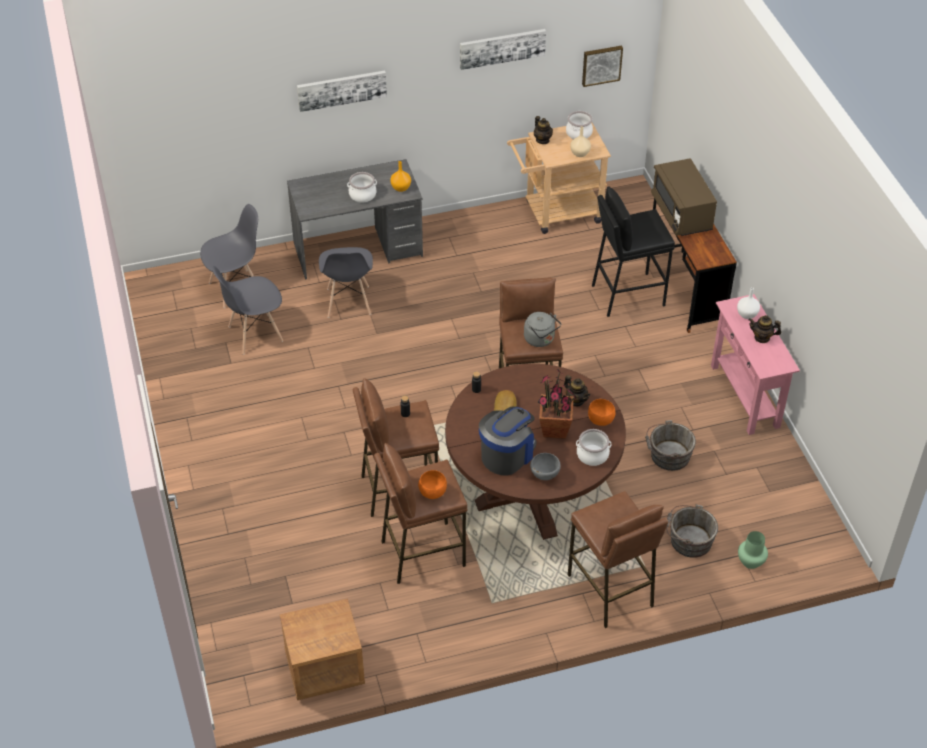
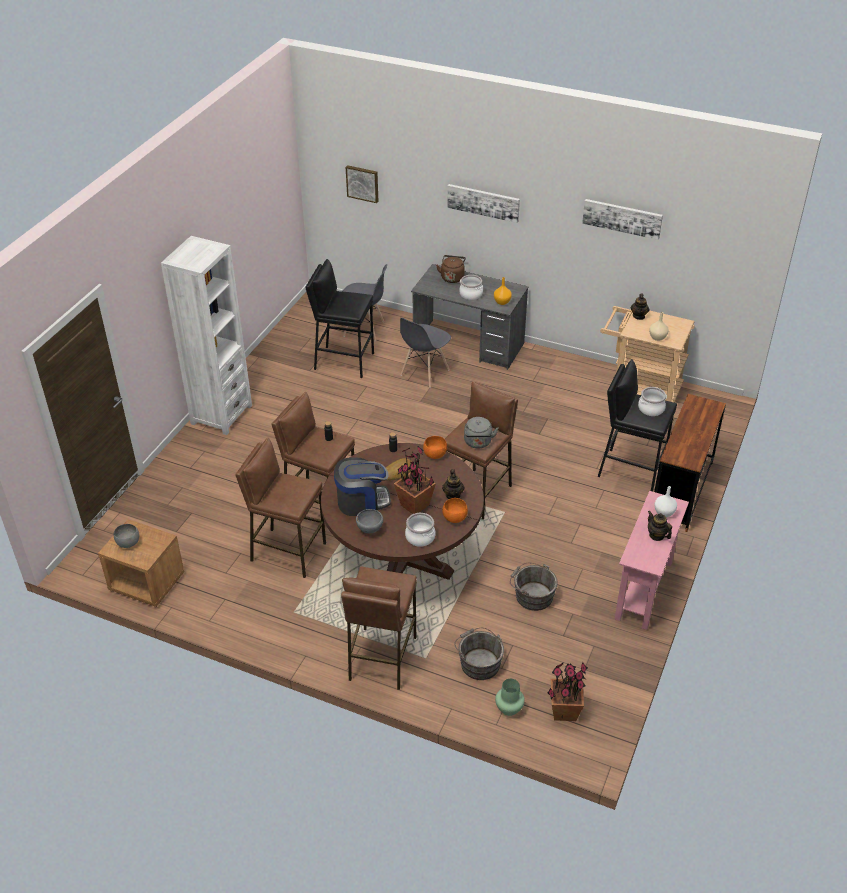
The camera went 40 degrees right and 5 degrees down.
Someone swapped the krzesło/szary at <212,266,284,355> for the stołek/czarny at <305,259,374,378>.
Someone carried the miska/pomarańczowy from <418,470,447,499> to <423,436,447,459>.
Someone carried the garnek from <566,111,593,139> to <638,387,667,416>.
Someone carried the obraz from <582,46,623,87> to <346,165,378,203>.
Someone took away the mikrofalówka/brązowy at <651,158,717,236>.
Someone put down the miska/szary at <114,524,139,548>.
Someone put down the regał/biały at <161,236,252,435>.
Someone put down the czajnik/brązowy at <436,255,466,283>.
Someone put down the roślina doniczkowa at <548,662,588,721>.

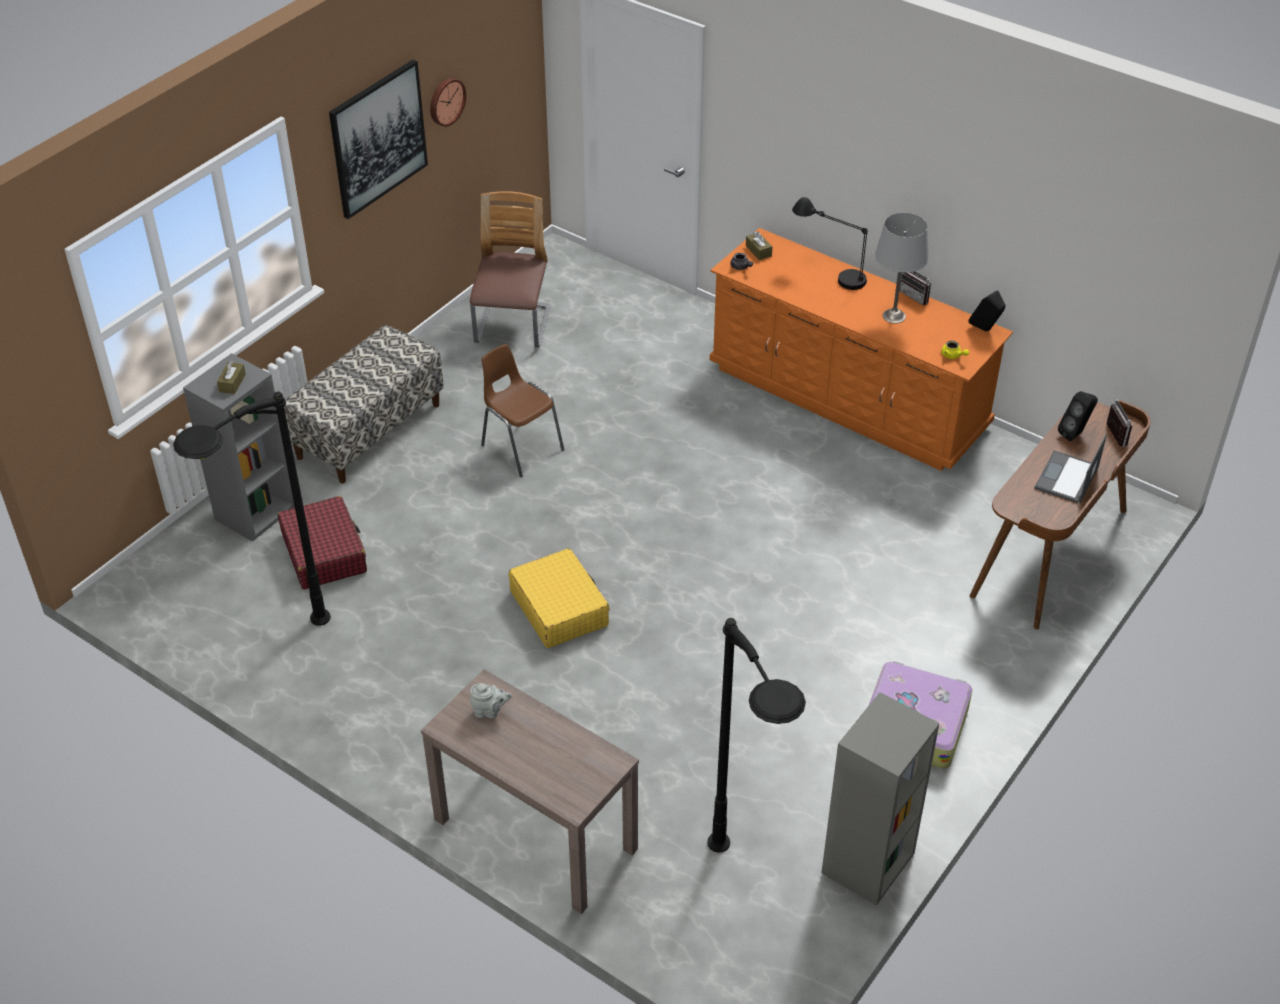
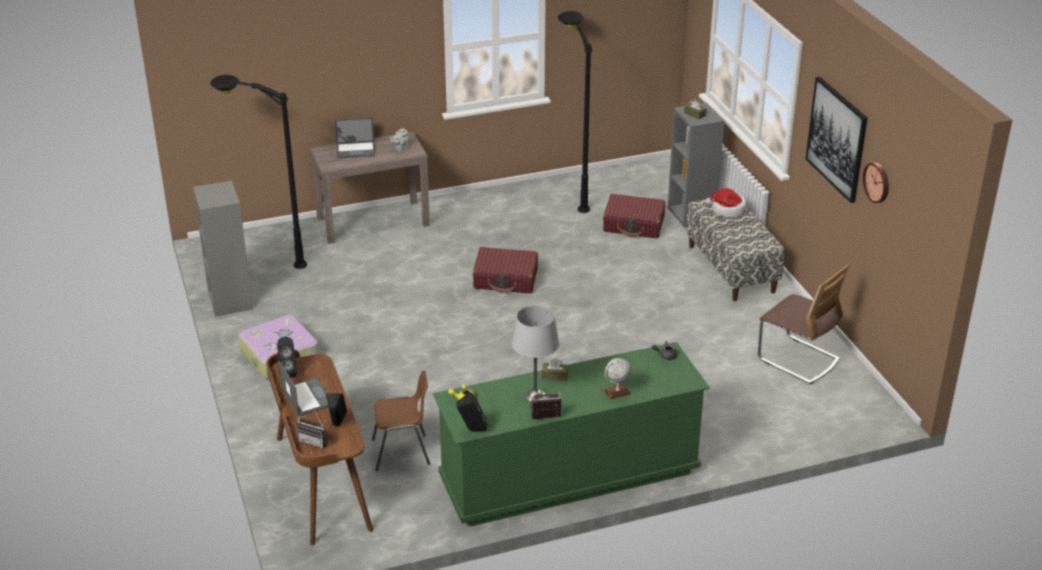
The camera went 125 degrees right and 10 degrees down.
Someone carried the krzesło/brązowy from <481,344,564,477> to <372,370,430,472>.
Someone repainted the walizka/żółty at <509,548,610,648>, which became the walizka/czerwony at <473,247,538,293>.
Someone repainted the komoda/pomarańczowy at <710,228,1013,471>, which became the komoda/zielony at <433,342,710,527>.
Someone carried the pudełko chusteczek/brązowy from <746,232,772,260> to <541,358,568,381>.
Someone swapped the lampa stołowa/czarny at <792,197,868,290> for the globus at <604,357,631,400>.
Someone put down the głośnik/czarny at <277,337,297,378>.
Someone put down the laptop at <335,118,375,159>.
Someone put down the kapelusz at <705,188,747,218>.

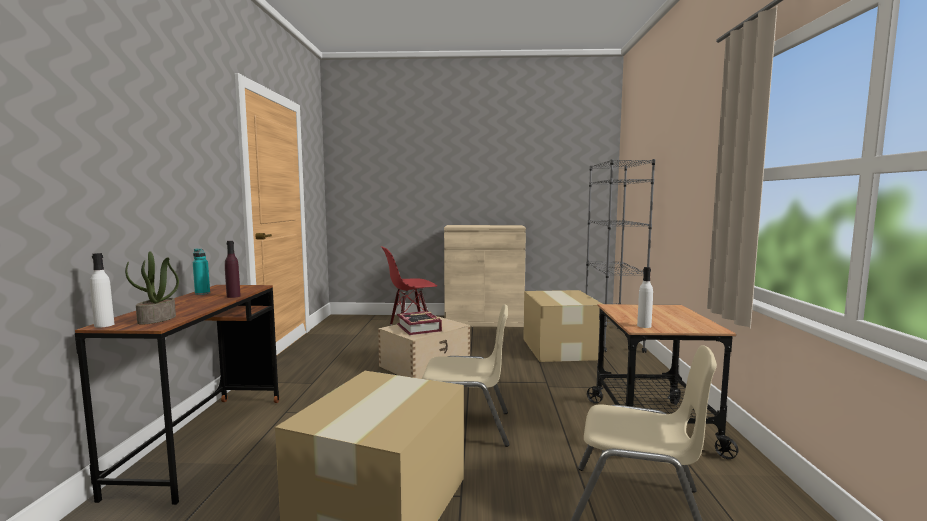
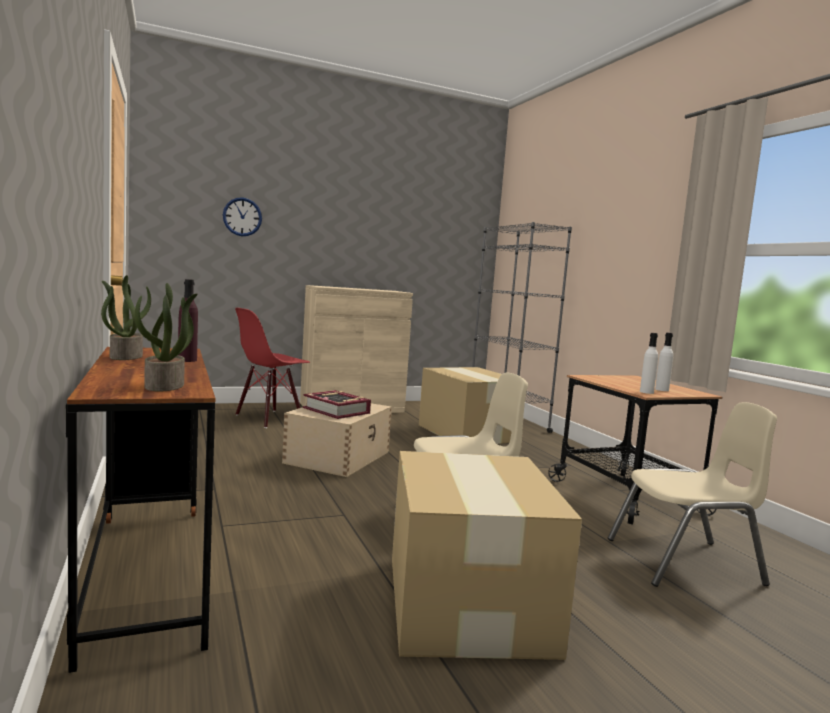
The camera went 25 degrees left and 0 degrees up.
Someone carried the butelka/biały from <90,253,115,328> to <655,332,673,391>.
Someone swapped the butelka/turkusowy at <193,249,210,295> for the roślina doniczkowa at <101,275,151,360>.
Someone put up the zegar ścienny at <223,198,262,236>.

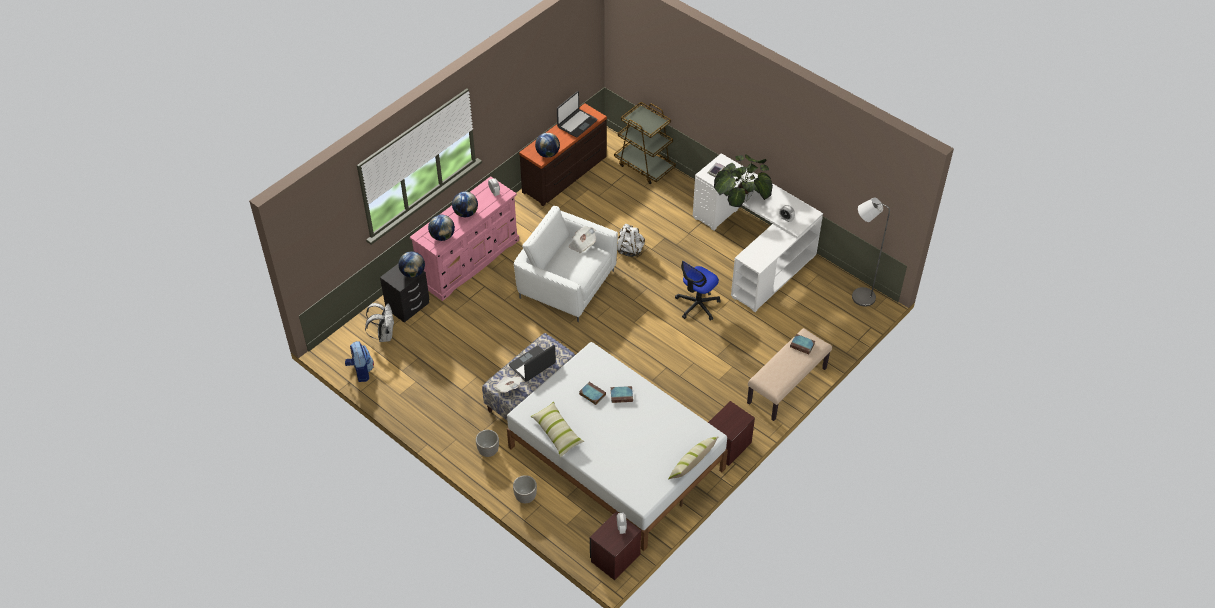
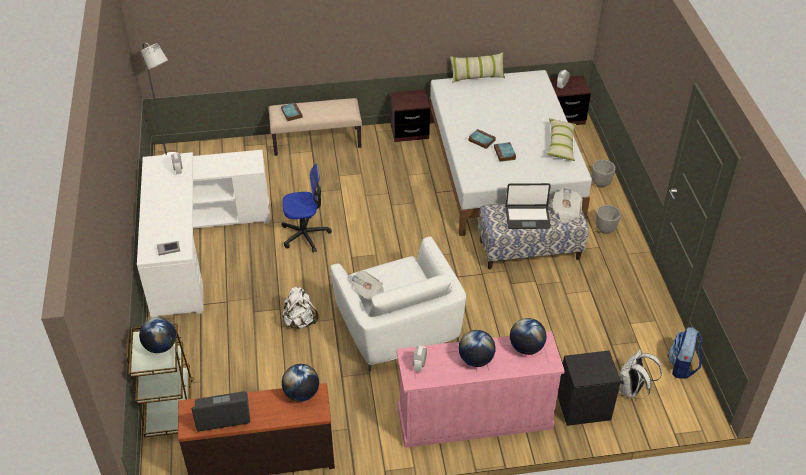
The camera went 140 degrees left and 5 degrees down.
Someone carried the globus from <398,251,425,278> to <139,317,177,353>.
Someone took away the roślina doniczkowa at <714,155,773,207>.

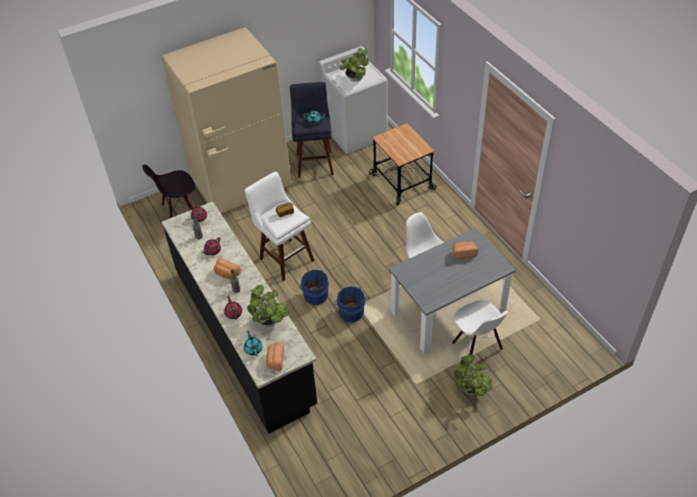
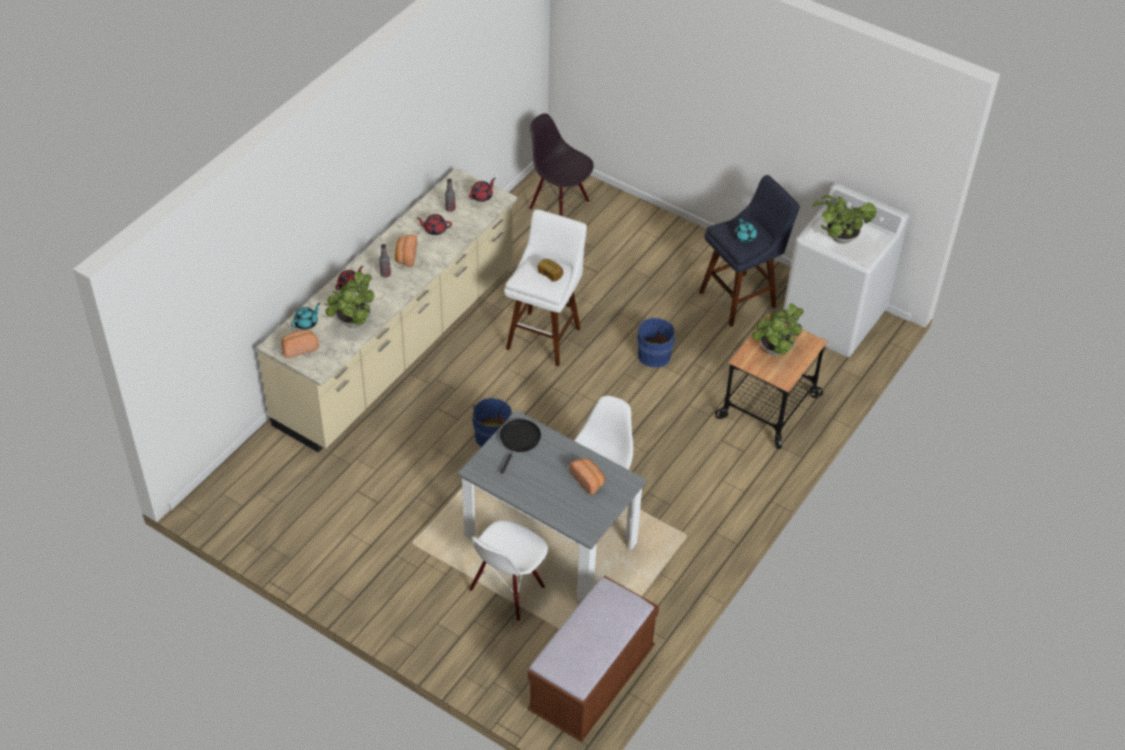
The camera went 60 degrees right and 0 degrees up.
Someone took away the lodówka/beżowy at <161,27,292,213>.
Someone repainted the zabudowa kuchenna/czarny at <162,201,317,434>, which became the zabudowa kuchenna/beżowy at <256,168,517,452>.
Someone carried the wiadro/niebieski from <299,270,329,305> to <637,318,677,367>.
Someone carried the roślina doniczkowa from <454,354,492,396> to <751,303,804,356>.
Someone put down the patelnia/czarny at <500,419,541,474>.
Someone put down the ławka/brązowy at <527,576,659,742>.

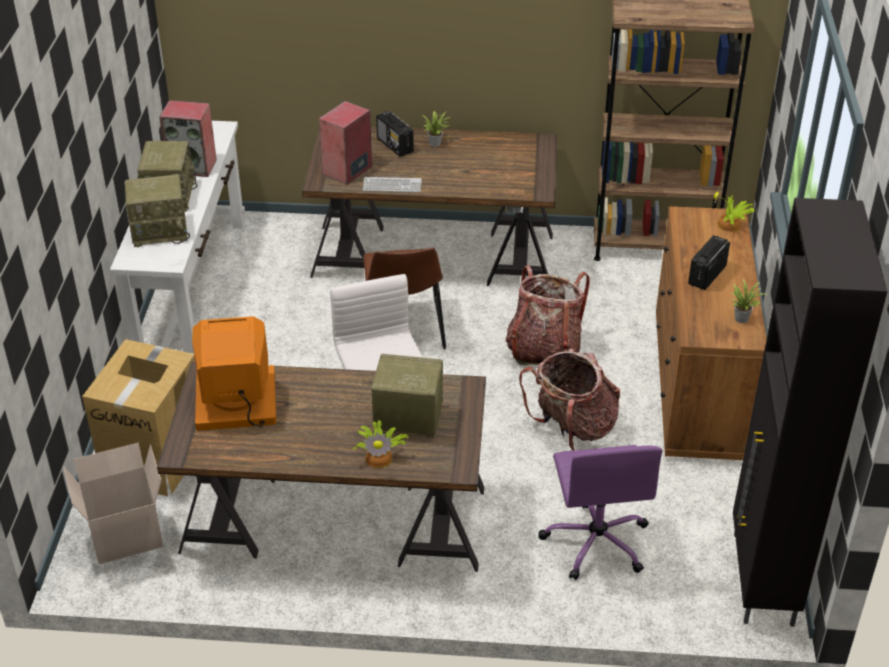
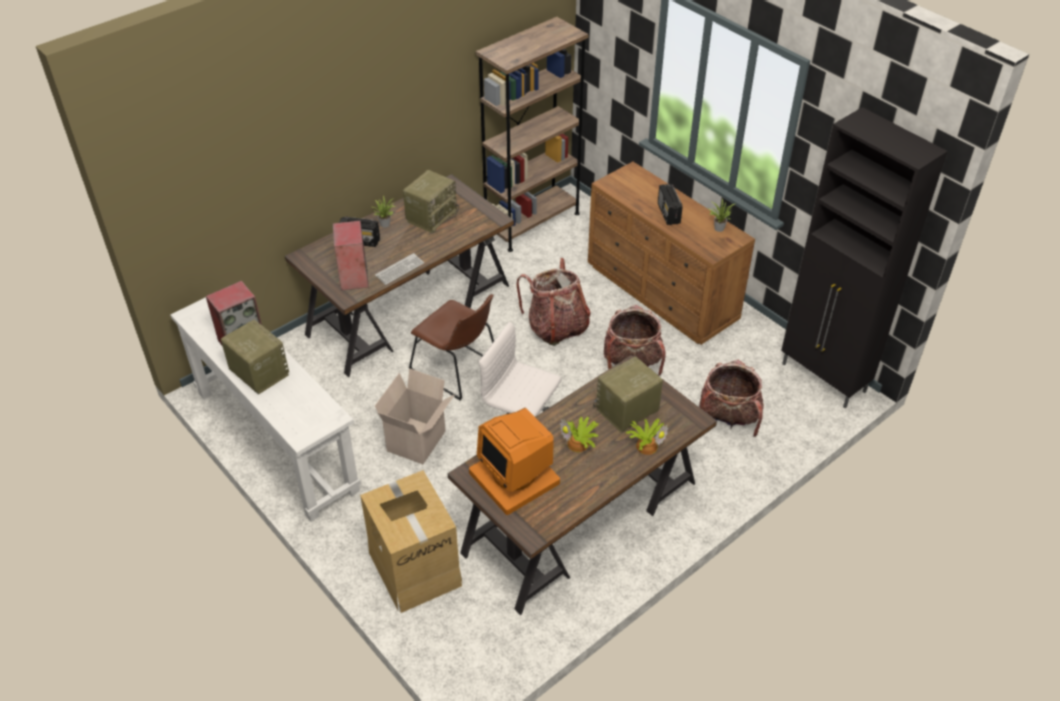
The camera went 45 degrees left and 5 degrees up.
Someone carried the karton from <63,443,163,564> to <375,368,454,464>.
Someone carried the radio from <124,174,190,247> to <403,170,459,233>.
Someone rotated the monitor at <192,316,276,431> by 75 degrees counterclockwise.
Someone swapped the krzesło biurowe/fioletowy at <538,445,662,580> for the plecak at <699,360,764,437>.
Someone carried the roślina doniczkowa from <713,188,755,232> to <560,417,598,452>.

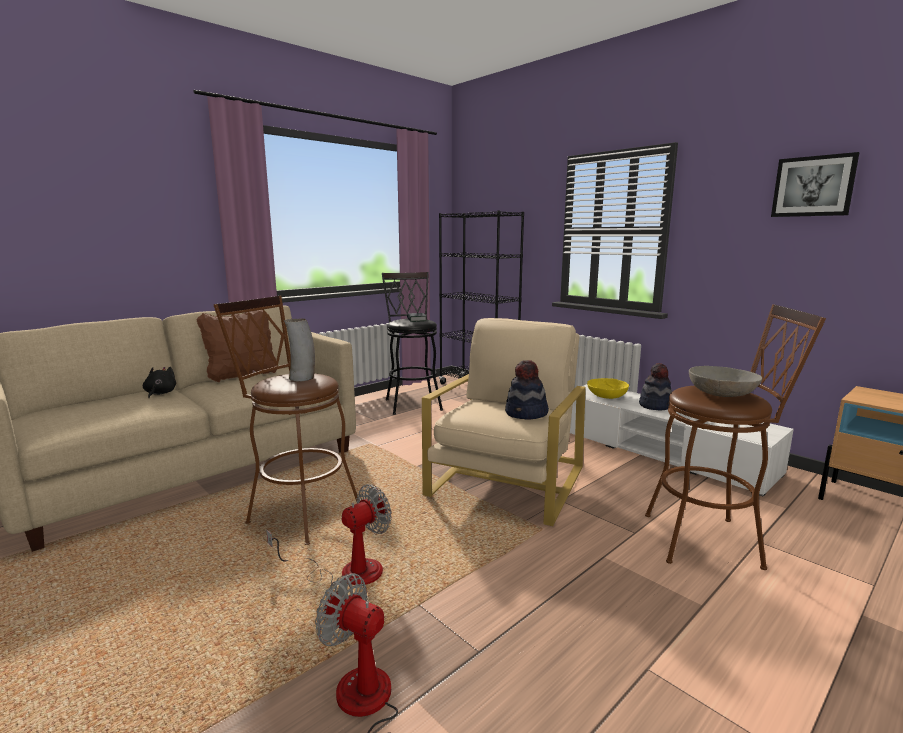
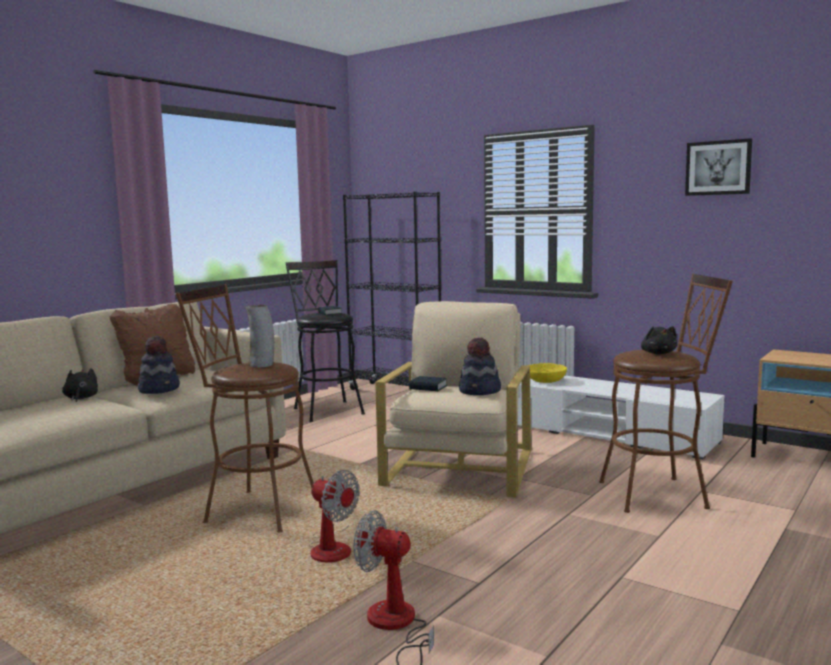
The camera went 10 degrees left and 5 degrees down.
Someone rotated the wentylator at <266,484,392,585> by 90 degrees clockwise.
Someone carried the kapelusz from <639,363,672,410> to <138,336,180,394>.
Someone swapped the miska/szary at <689,366,762,397> for the pluszak/czarny at <641,326,677,354>.
Someone put down the książka at <409,376,447,391>.

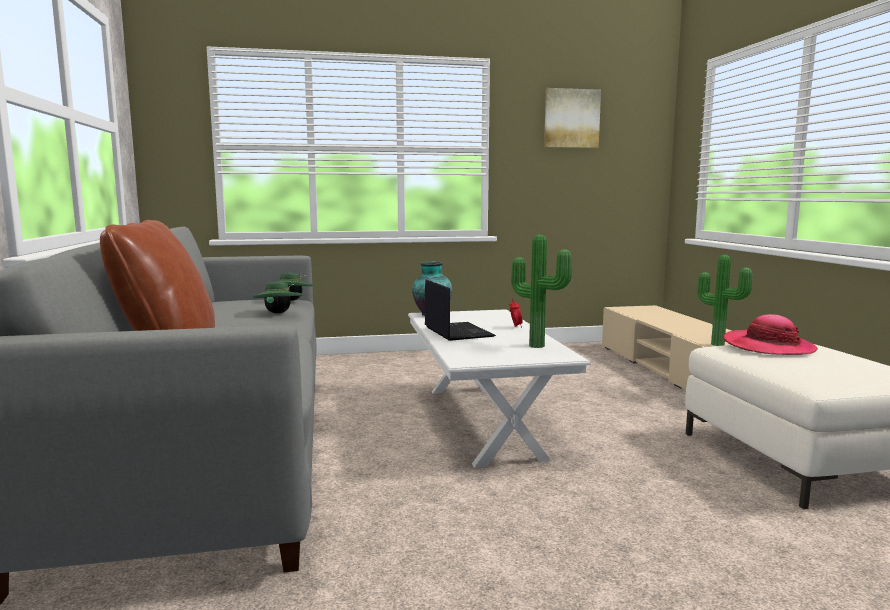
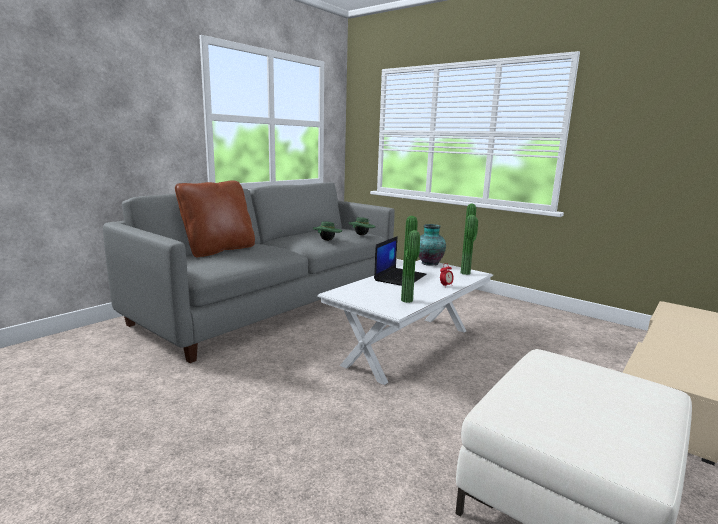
The camera went 50 degrees right and 5 degrees up.
Someone took away the obraz at <544,88,601,148>.
Someone carried the roślina doniczkowa from <697,255,752,346> to <461,204,478,275>.
Someone took away the kapelusz at <724,314,818,355>.

